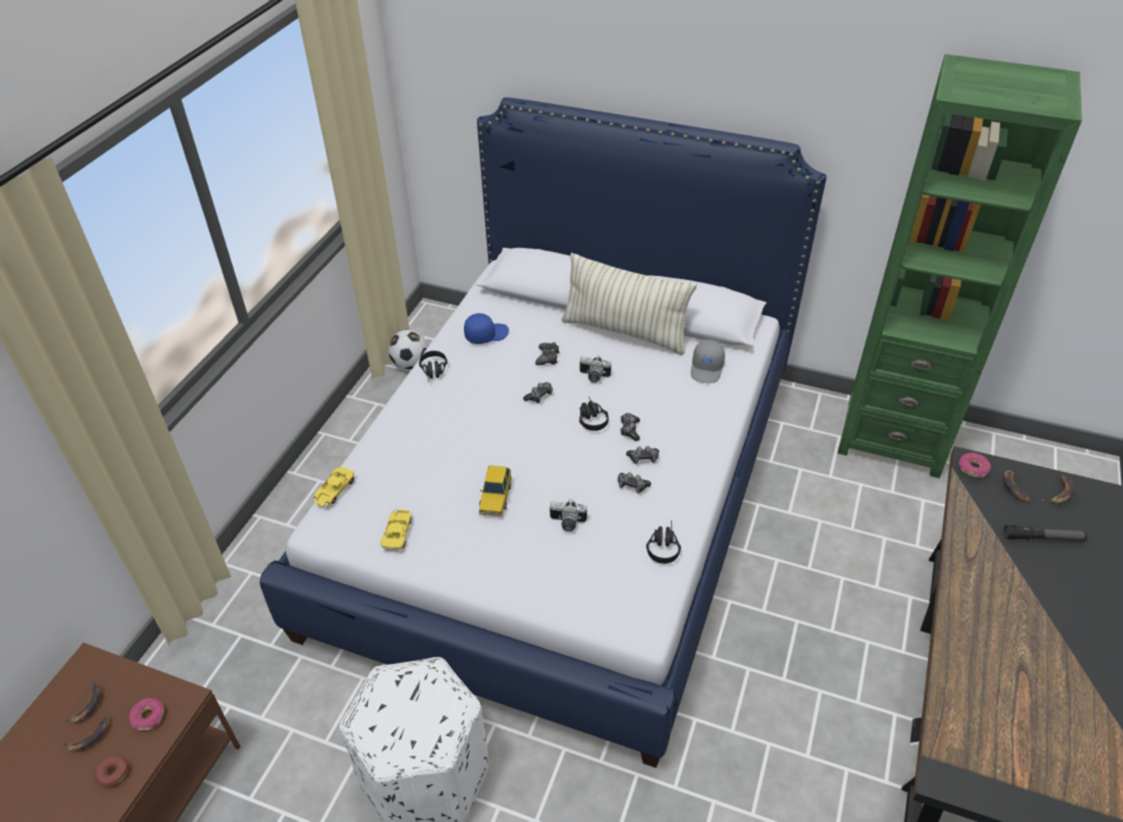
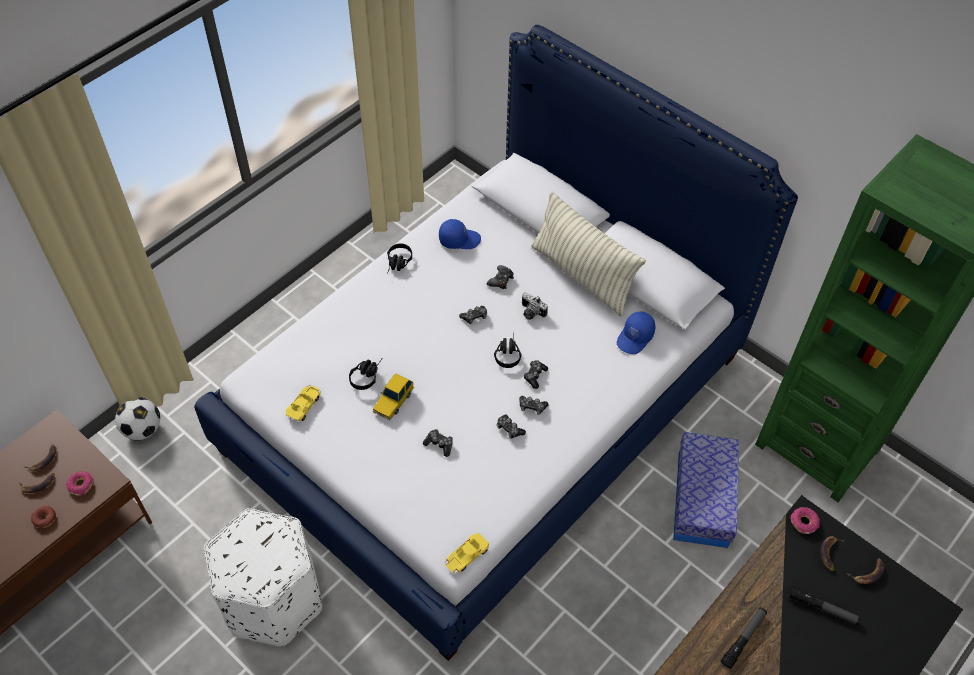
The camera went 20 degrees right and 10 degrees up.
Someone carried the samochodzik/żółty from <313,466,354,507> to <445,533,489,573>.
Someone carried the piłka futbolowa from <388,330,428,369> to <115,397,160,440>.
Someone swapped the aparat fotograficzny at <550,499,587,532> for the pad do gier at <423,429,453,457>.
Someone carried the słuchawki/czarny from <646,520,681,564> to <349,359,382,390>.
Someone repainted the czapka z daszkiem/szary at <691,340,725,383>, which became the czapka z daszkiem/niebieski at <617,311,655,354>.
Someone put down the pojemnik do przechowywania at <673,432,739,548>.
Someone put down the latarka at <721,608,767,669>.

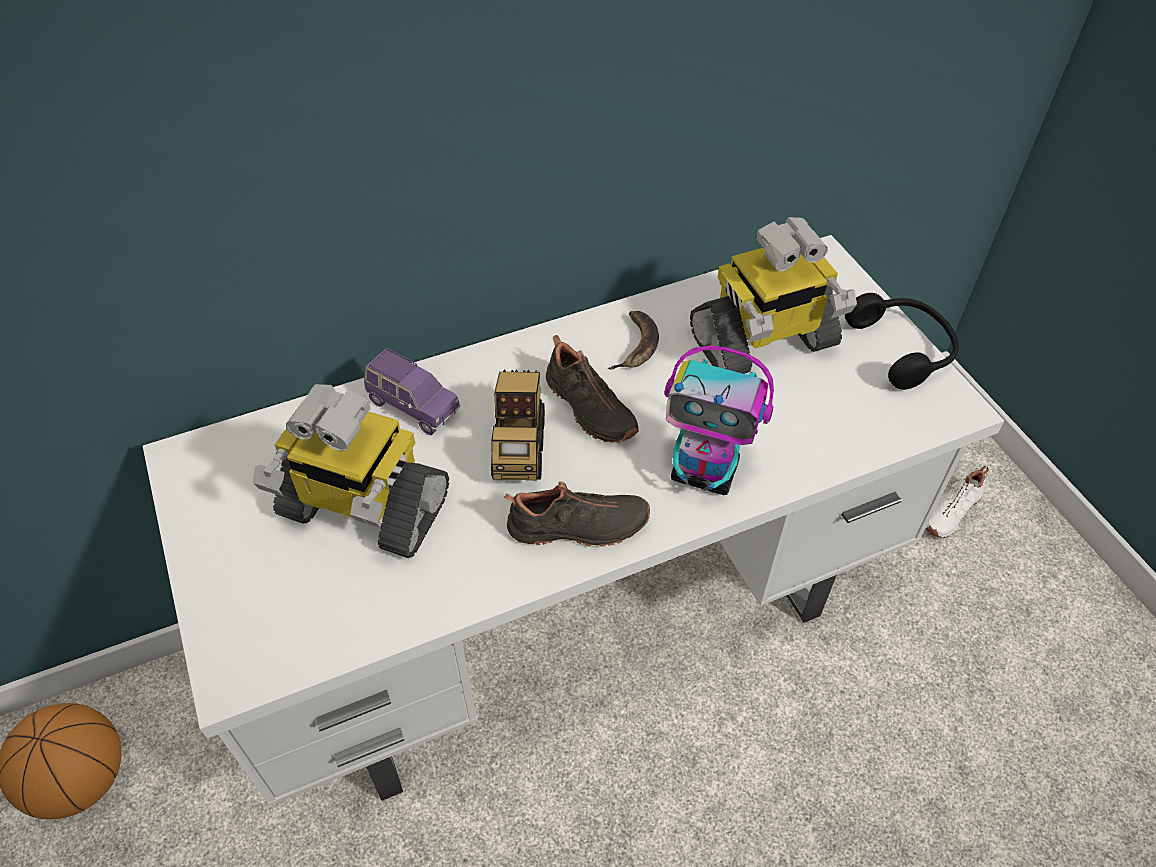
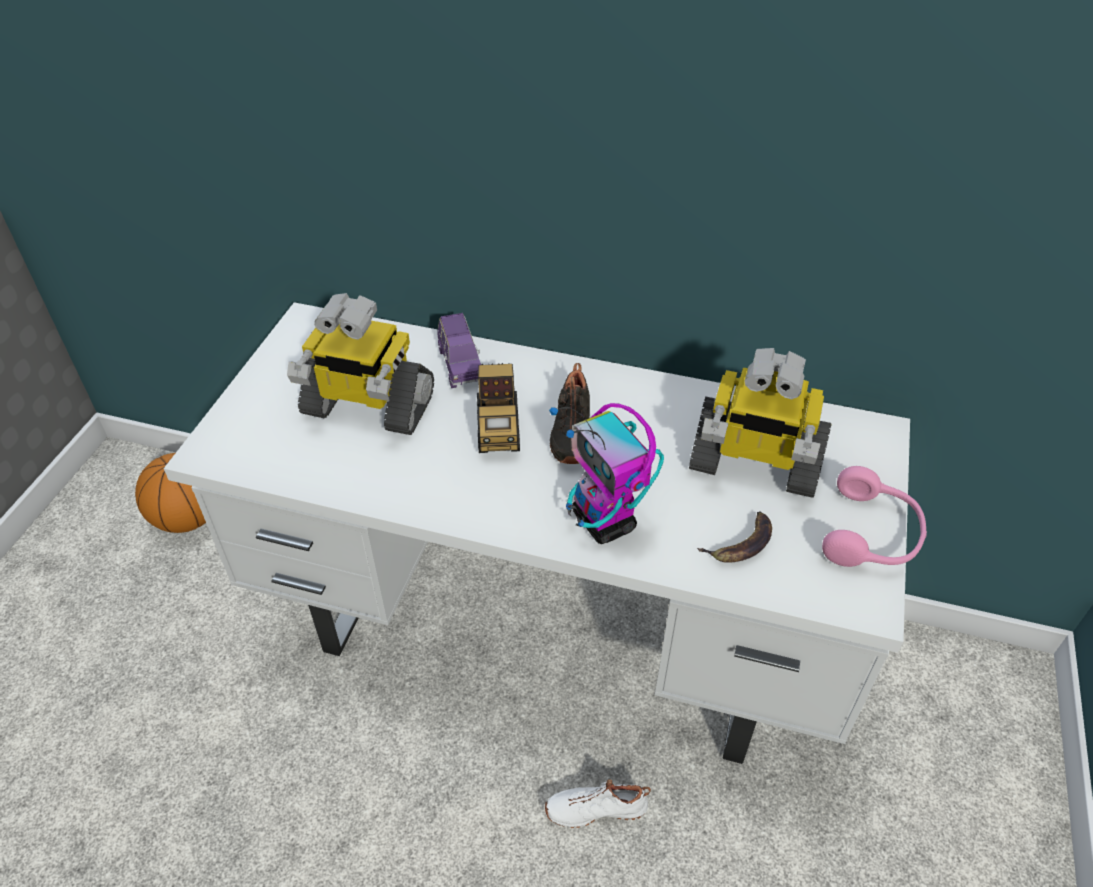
The camera went 40 degrees right and 5 degrees down.
Someone rotated the robot zabawkowy at <253,384,449,558> by 45 degrees counterclockwise.
Someone rotated the ciężarówka zabawkowa at <491,370,545,480> by 45 degrees counterclockwise.
Someone took away the but/czarny at <504,481,650,547>.
Someone carried the banan from <608,311,659,370> to <697,512,772,563>.
Someone repainted the słuchawki/czarny at <845,293,959,390>, which became the słuchawki/różowy at <822,466,927,567>.
Someone carried the but/biały from <926,466,989,538> to <545,779,651,828>.

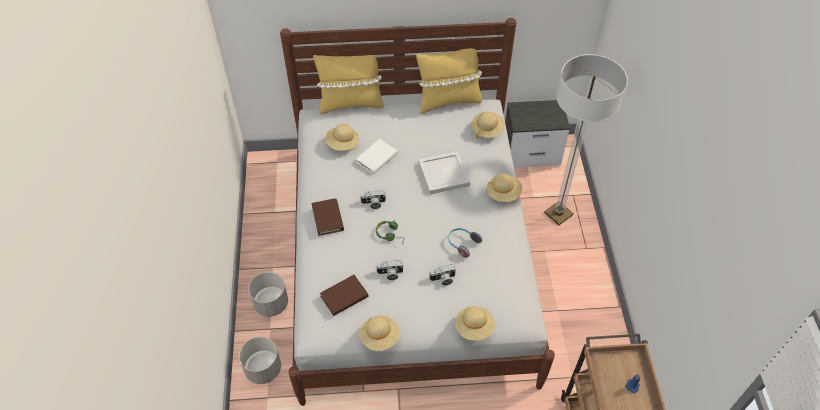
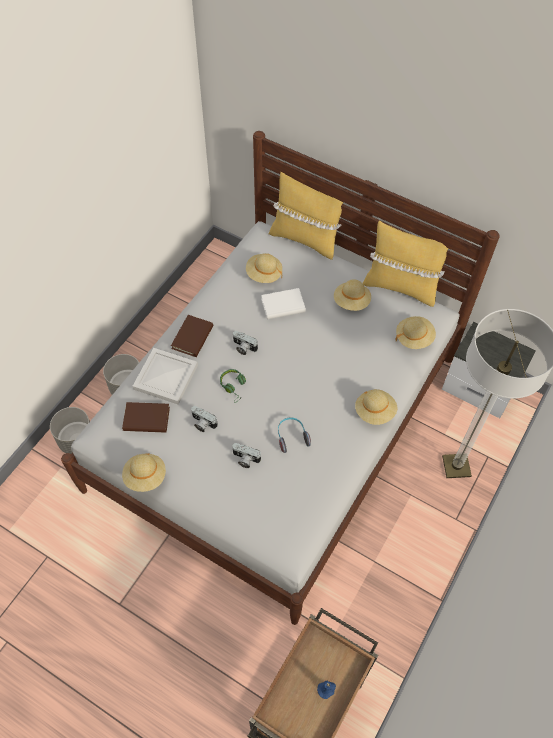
The camera went 35 degrees right and 5 degrees up.
Someone carried the taca/biały from <418,151,470,194> to <133,348,198,404>.
Someone carried the kapelusz/beżowy from <455,306,495,341> to <334,279,371,311>.

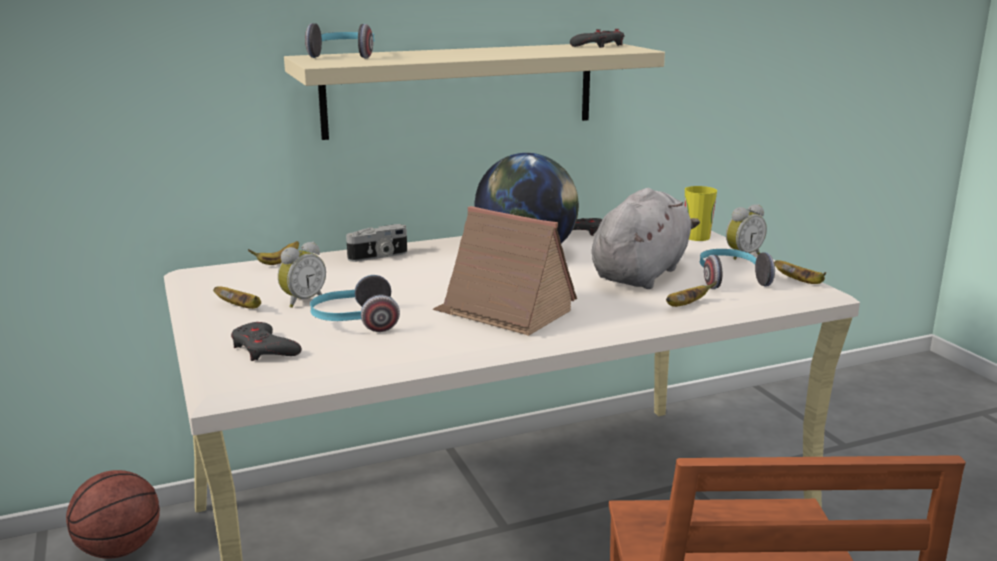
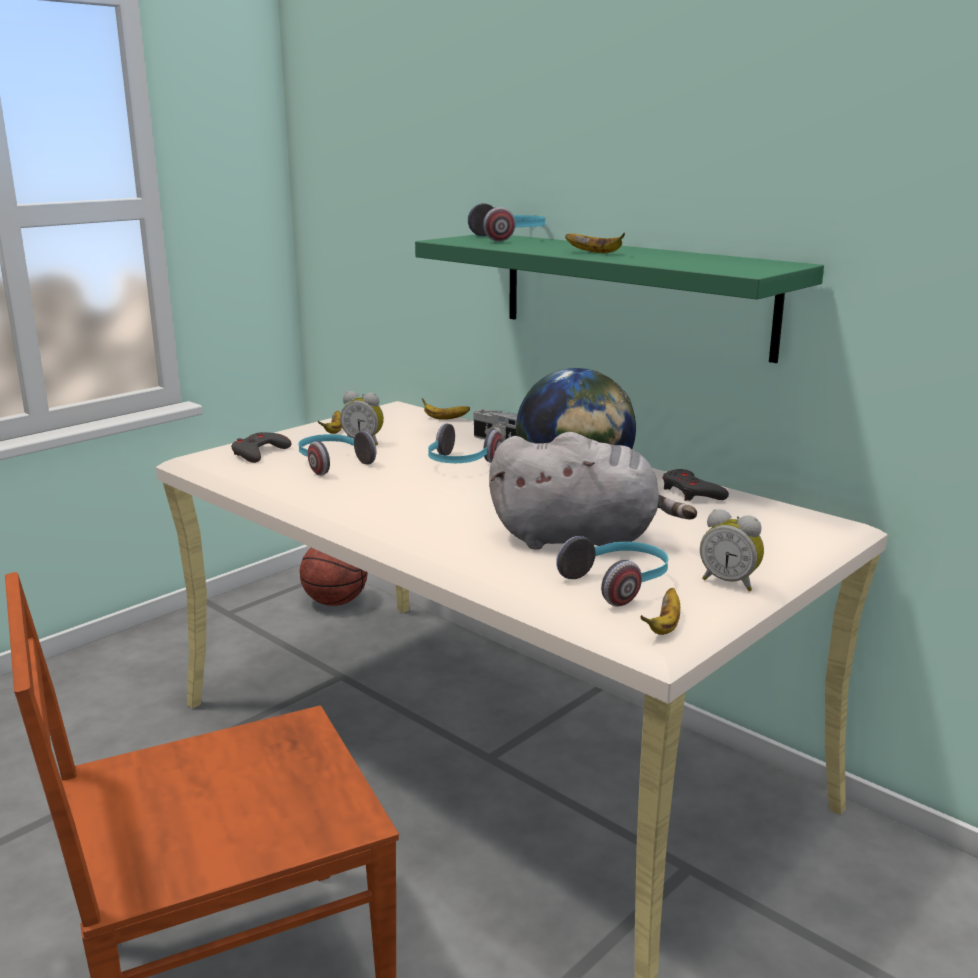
The camera went 65 degrees right and 0 degrees up.
Someone repainted the półka/beżowy at <284,42,665,140>, which became the półka/zielony at <415,235,824,363>.
Someone took away the domek at <433,206,577,336>.
Someone took away the pad do gier/szary at <570,29,625,48>.
Someone carried the banan from <666,281,717,307> to <565,233,625,253>.
Someone took away the filiżanka at <685,186,717,241>.
Someone put down the słuchawki at <428,423,502,463>.

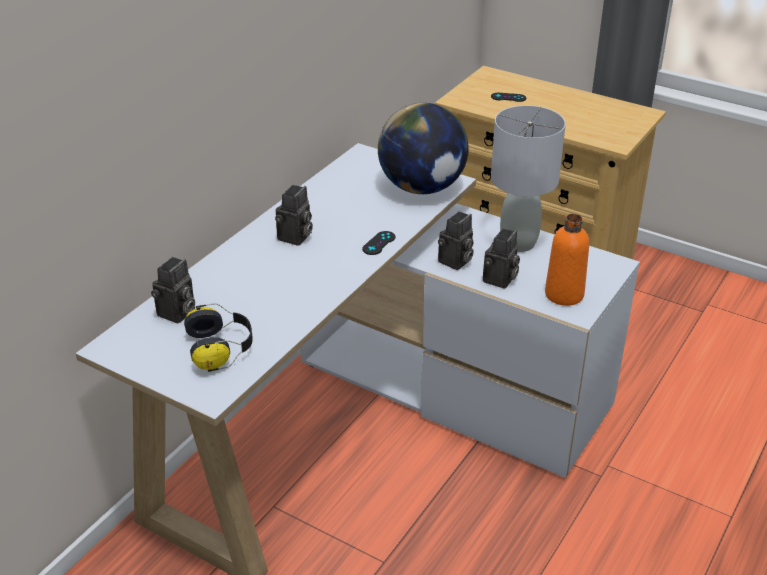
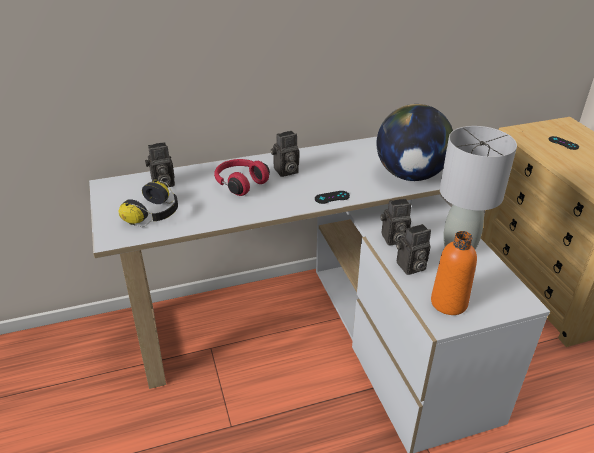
The camera went 40 degrees right and 0 degrees up.
Someone put down the słuchawki/czerwony at <214,159,270,196>.

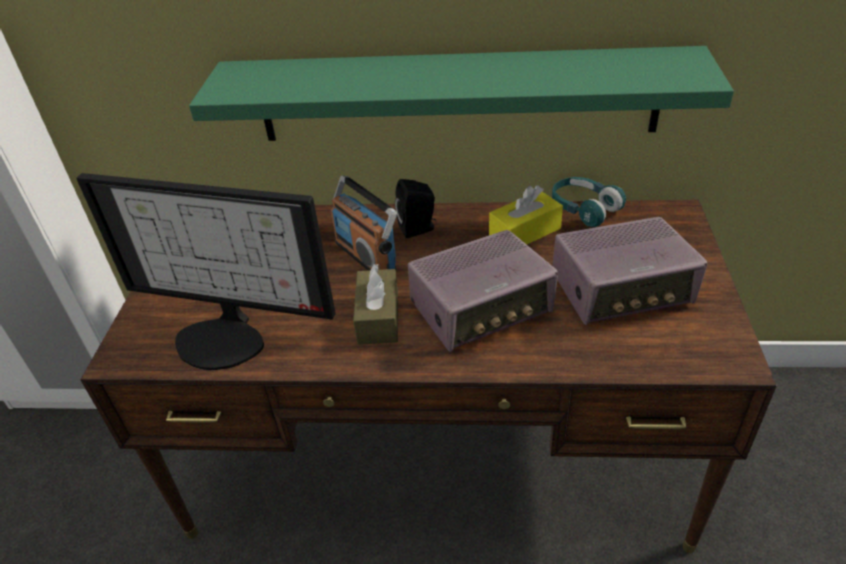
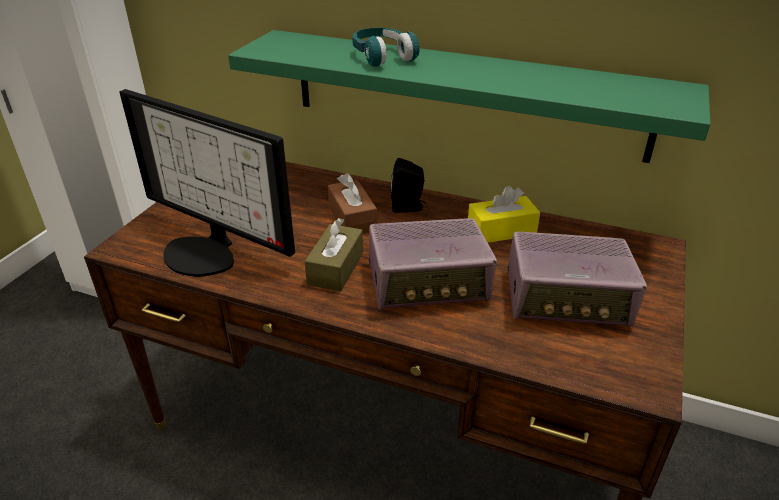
The camera went 15 degrees right and 5 degrees down.
Someone swapped the radio at <331,175,397,271> for the pudełko chusteczek/brązowy at <328,173,377,234>.
Someone carried the słuchawki/turkusowy from <552,177,626,227> to <352,28,420,67>.

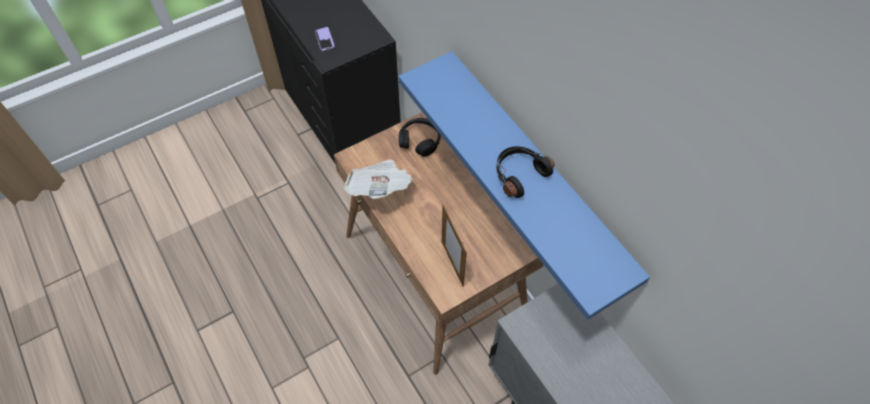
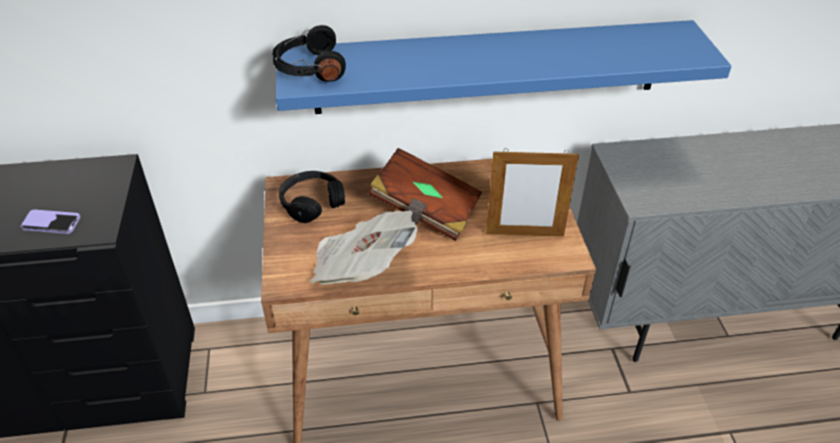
The camera went 65 degrees left and 15 degrees down.
Someone carried the słuchawki/czarny from <496,146,555,198> to <272,25,346,82>.
Someone put down the książka/brązowy at <368,148,482,241>.

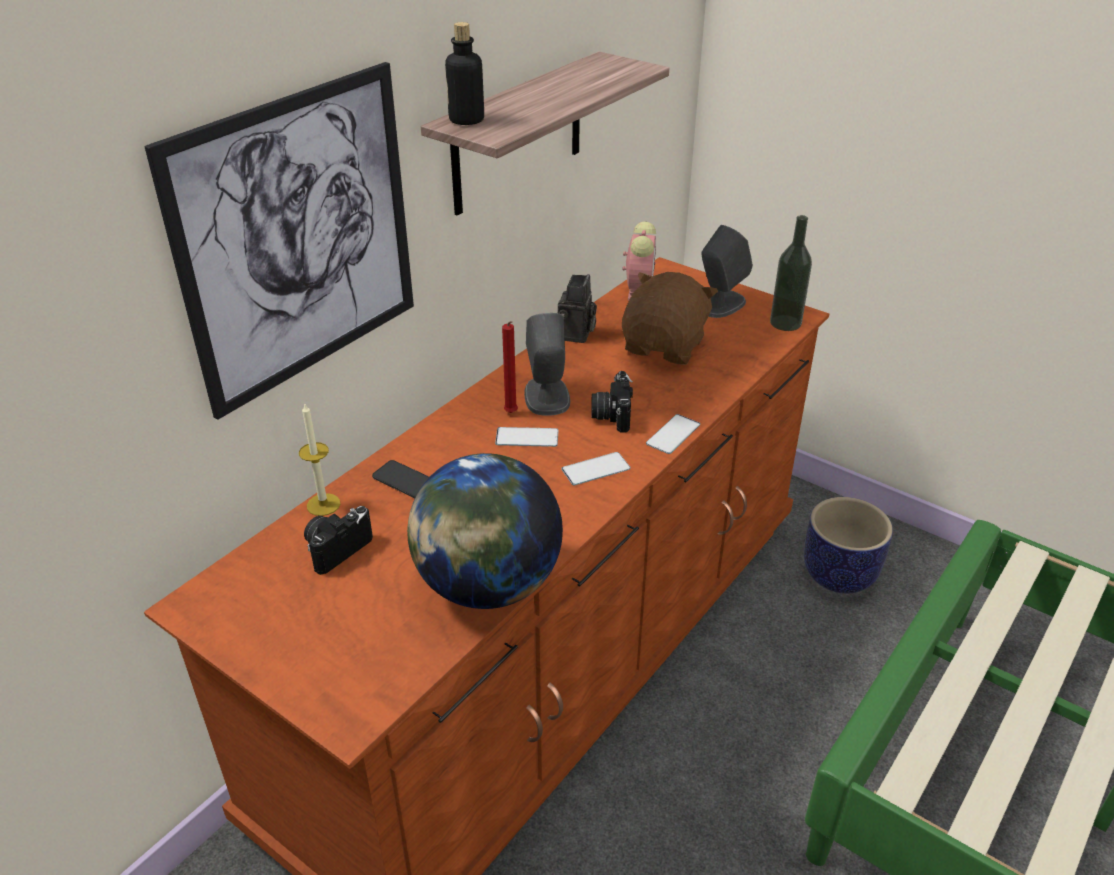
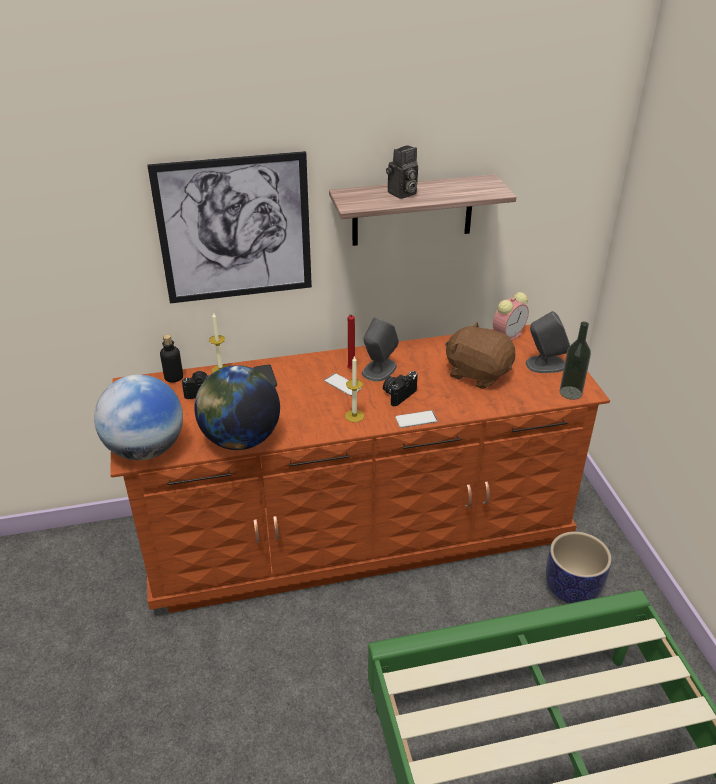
The camera went 40 degrees right and 0 degrees up.
Someone carried the butelka from <445,22,484,125> to <160,334,183,383>.
Someone carried the aparat fotograficzny from <558,274,597,343> to <386,145,418,199>.
Someone swapped the telefon at <561,452,630,485> for the świeca at <345,356,364,422>.
Someone rotated the pluszak/brązowy at <622,272,718,365> by 120 degrees counterclockwise.
Someone put down the globus at <94,375,183,460>.

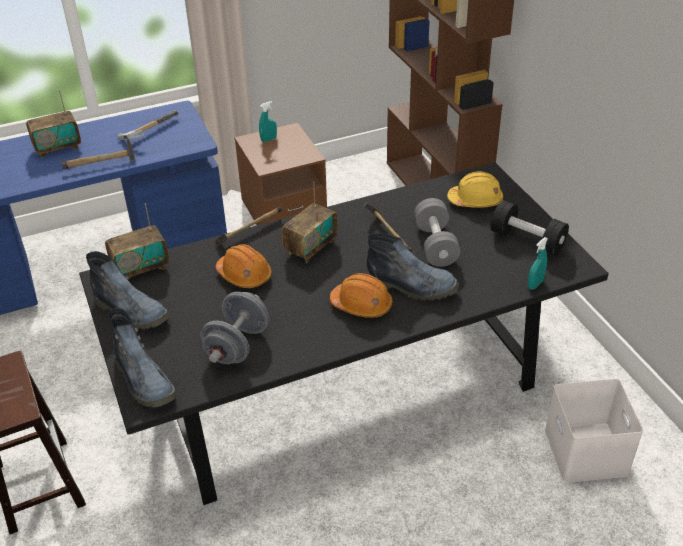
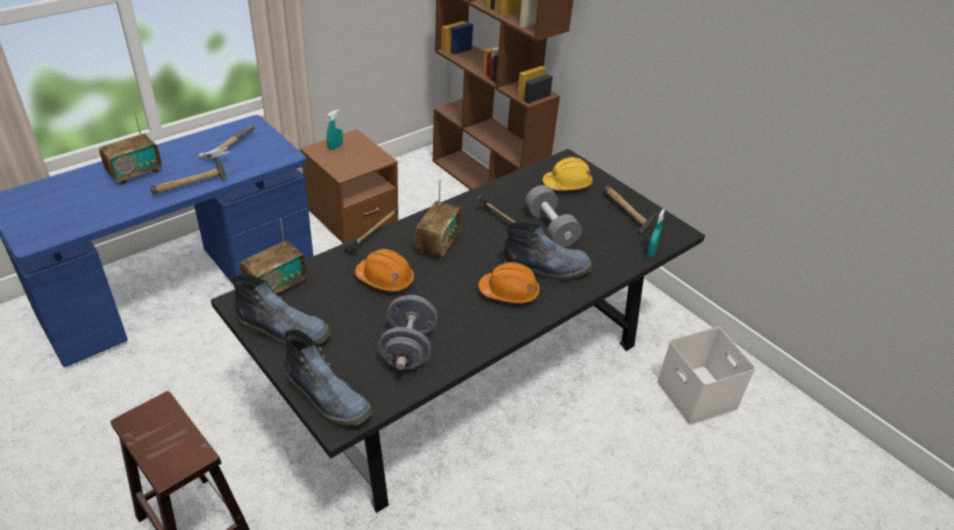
The camera went 20 degrees left and 0 degrees up.
Someone swapped the hantel/czarny at <490,200,569,255> for the młotek at <604,185,658,234>.

